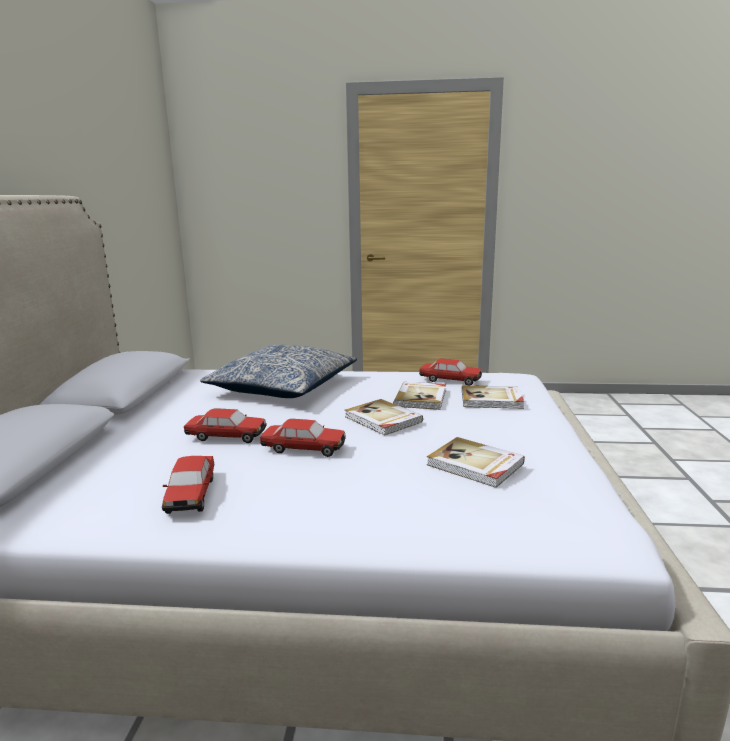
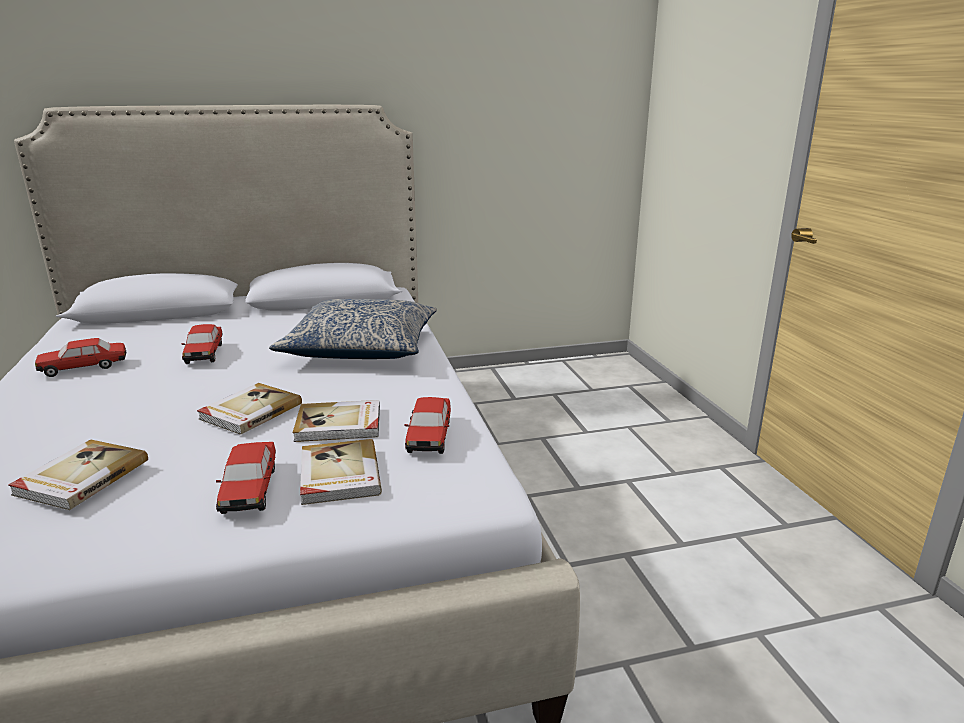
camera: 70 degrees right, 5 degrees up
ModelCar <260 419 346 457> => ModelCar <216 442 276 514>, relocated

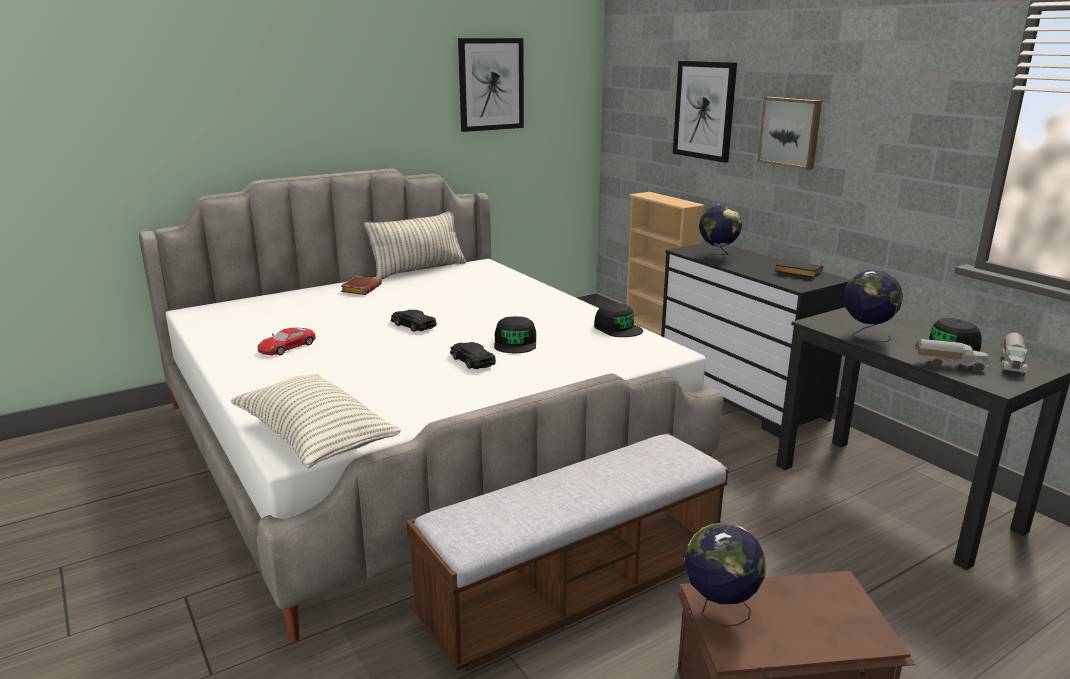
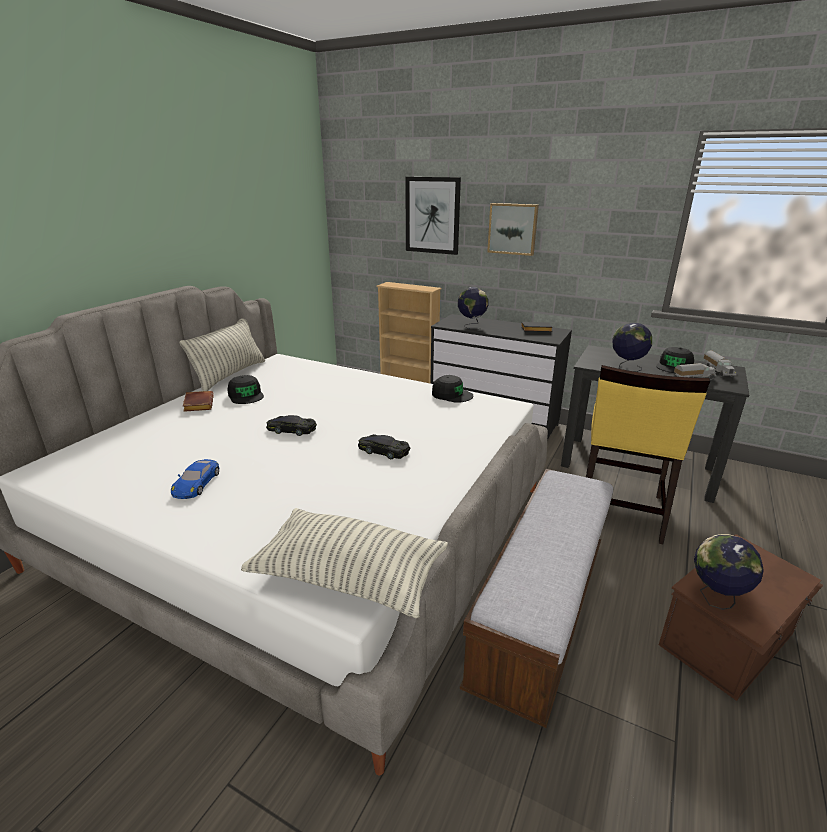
camera: 30 degrees left, 5 degrees up
WallPicture <458 38 524 132> => nothing
BlackCap <494 316 536 353> => BlackCap <227 375 264 404>, relocated
ReddishModelCar <257 328 316 355> => BluishModelCar <171 459 220 499>
nothing => YellowUprightChair <586 365 710 544>

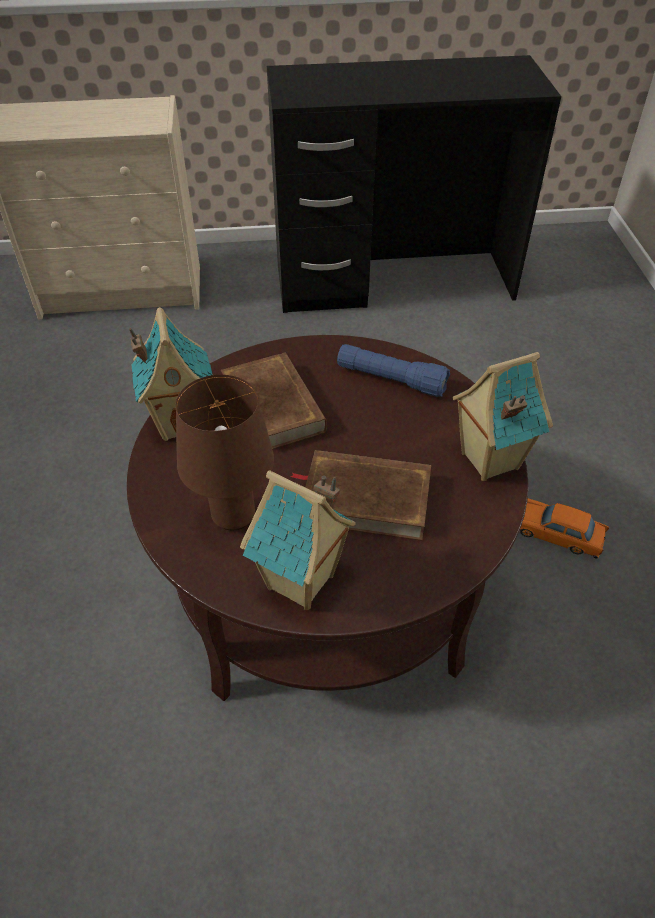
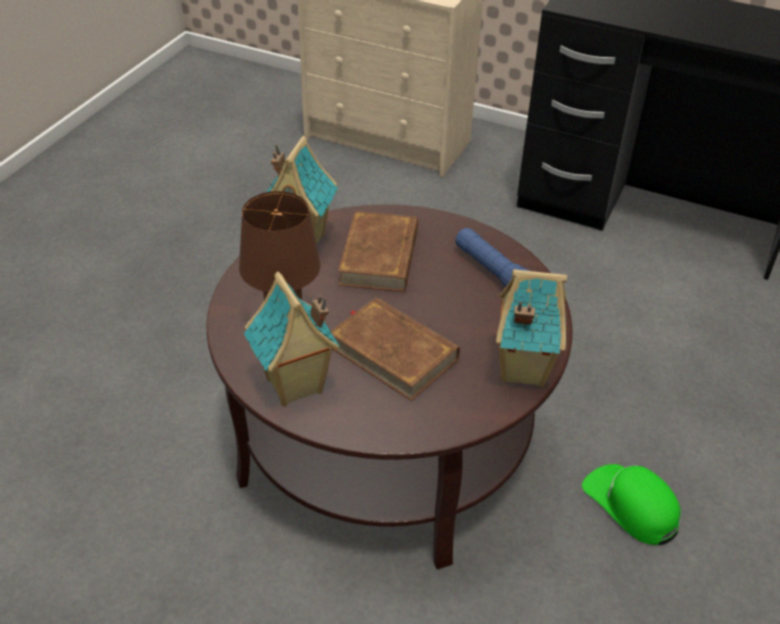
camera: 30 degrees right, 5 degrees down
OrangeyModelCar <520 499 609 559> => GreenColouredCap <582 464 680 545>

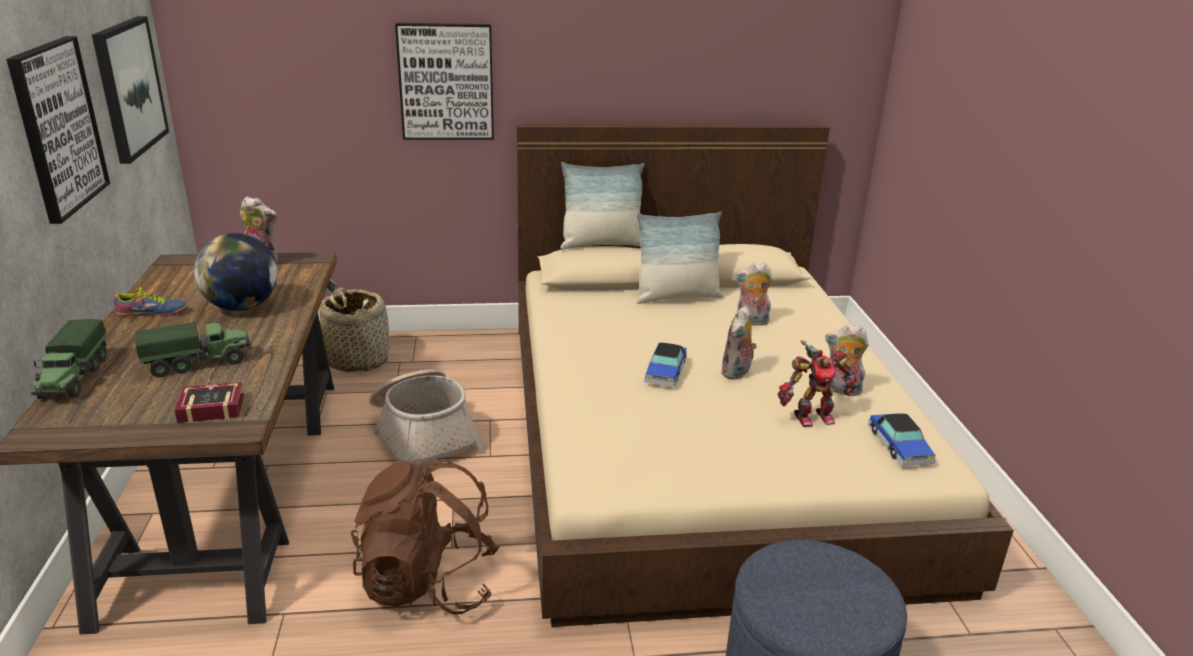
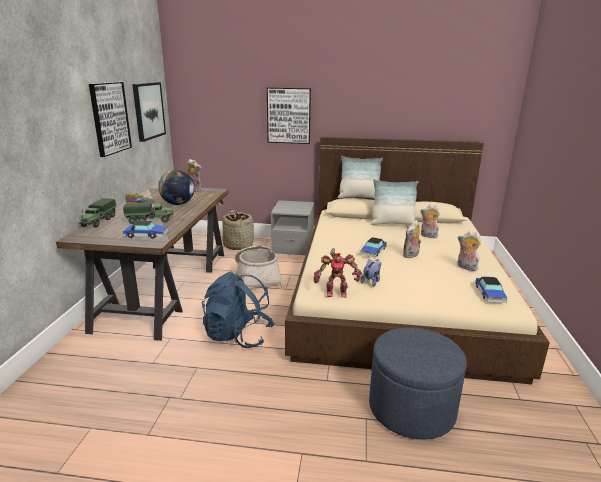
camera: 15 degrees right, 5 degrees down
RobotFigure <778 340 857 427> => RobotFigure <314 248 362 297>, relocated
Volume <175 382 244 423> => ModelCar <123 221 169 239>
BrownishRucksack <351 460 499 614> => BluishRucksack <202 271 275 348>
nothing => GreyBedsideTable <271 200 314 255>
nothing => CuddlyToy <360 259 381 287>

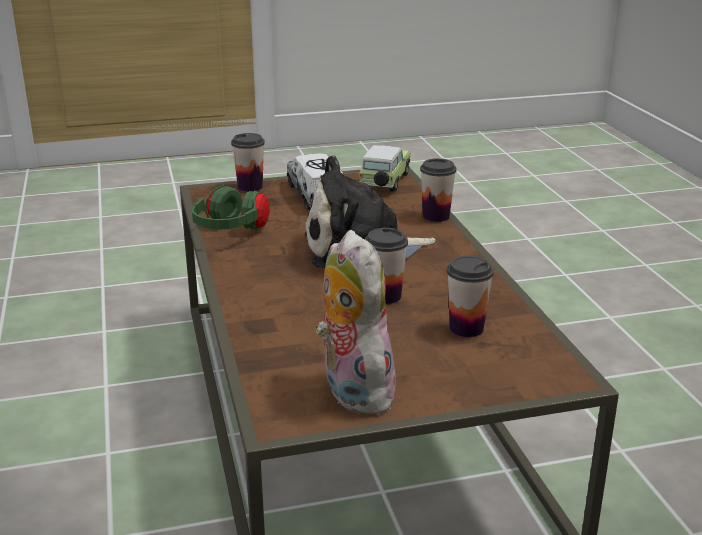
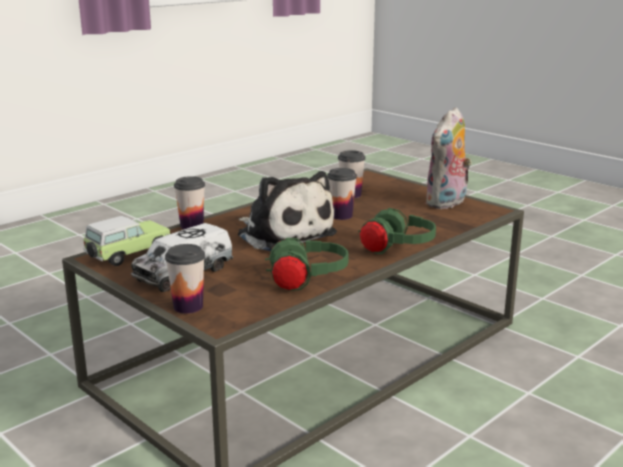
camera: 120 degrees left, 5 degrees down
ModelCar <359 145 411 192> => ModelCar <83 216 170 266>, 150 degrees clockwise
nothing => GreenColouredPairOfHeadphones <358 208 436 254>

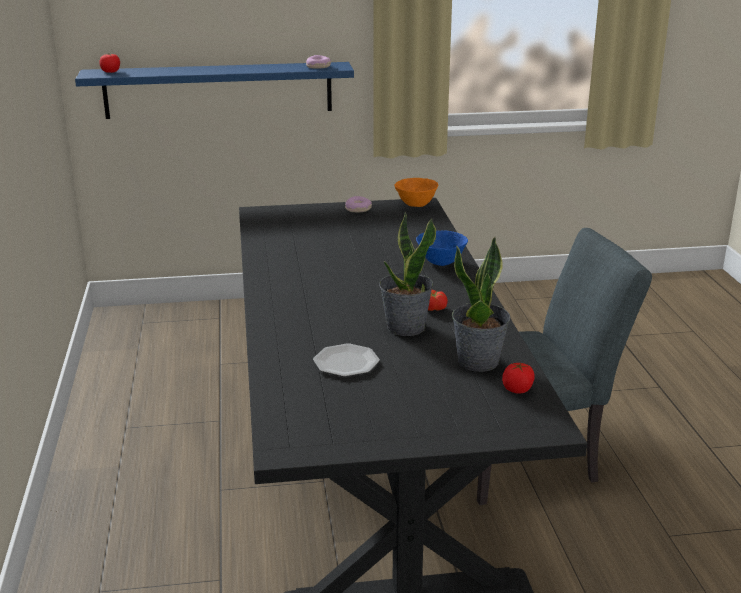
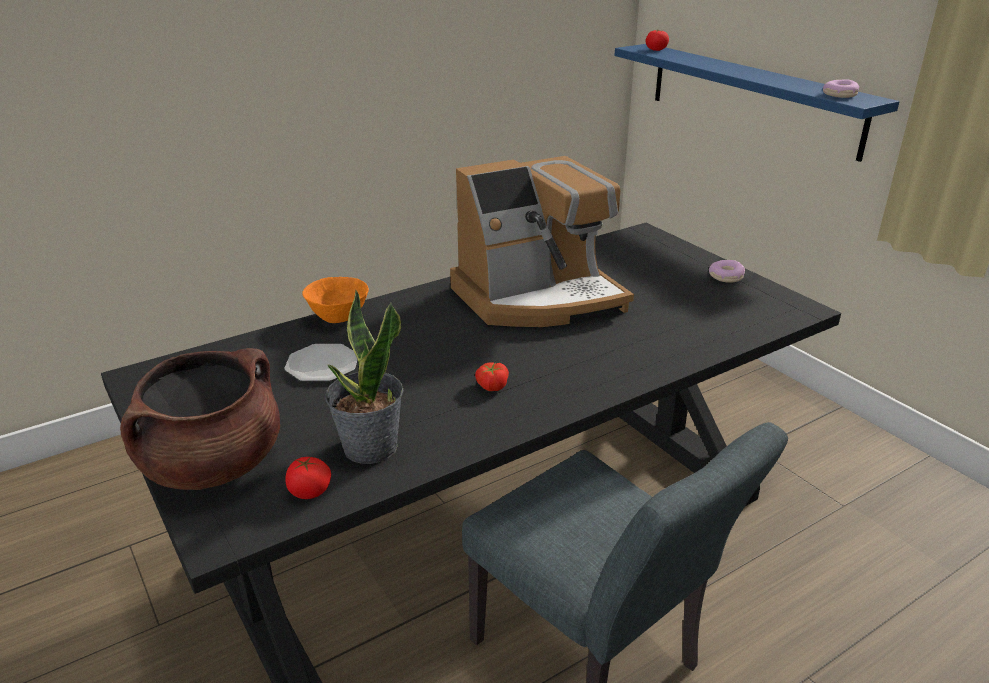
camera: 65 degrees right, 5 degrees up
OrangeyServingBowl <395 178 438 207> => OrangeyServingBowl <302 277 369 323>, relocated
PottedPlant <379 212 436 336> => nothing
BluishServingBowl <416 231 468 266> => nothing
nothing => CoffeeMachine <450 156 634 327>
nothing => BrownishSaucepot <120 348 280 490>

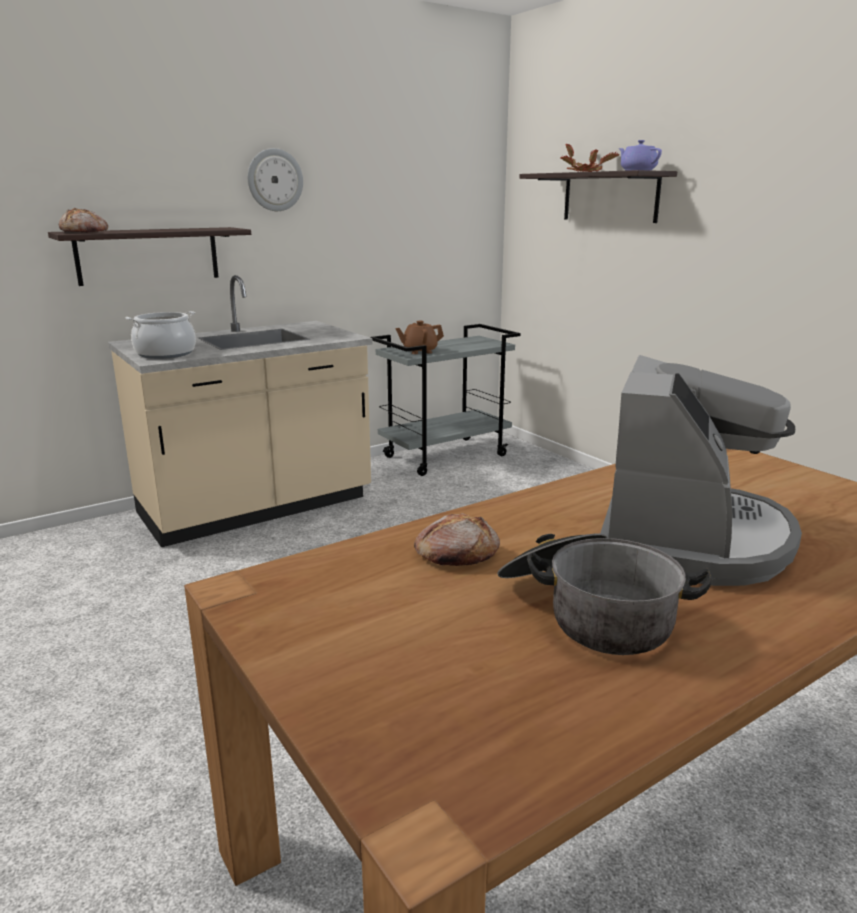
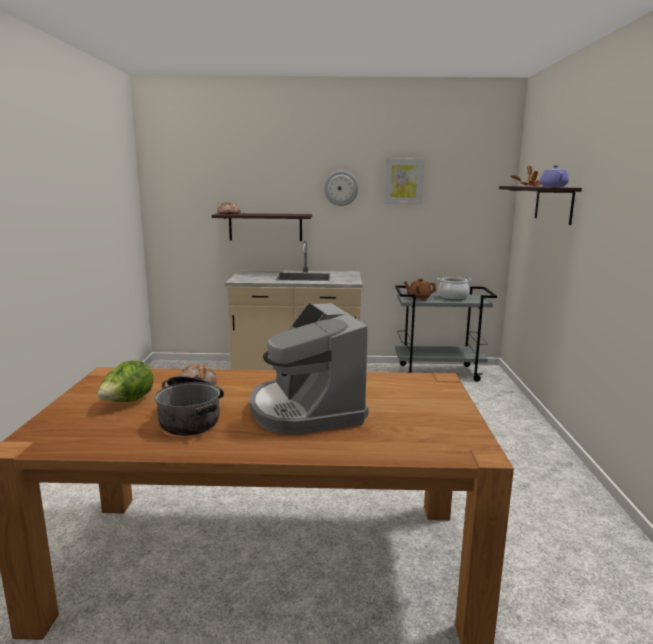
camera: 35 degrees right, 5 degrees down
Saucepot <126 311 196 359> => Saucepot <438 277 472 301>, relocated
CoffeeMachine <600 355 802 586> => CoffeeMachine <250 303 369 435>, 105 degrees clockwise
nothing => WallPicture <384 158 424 204>
nothing => Lettuce <97 360 154 402>

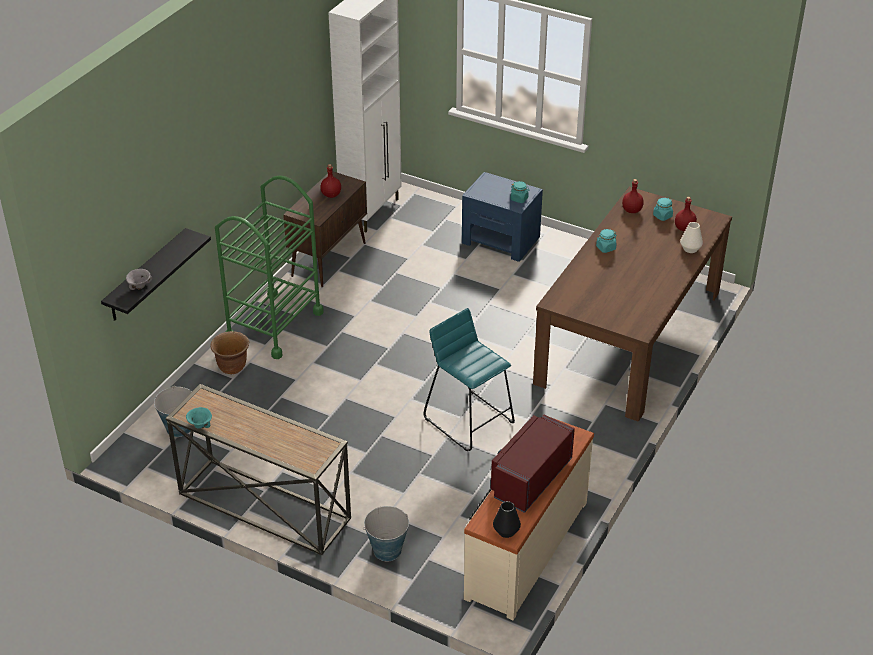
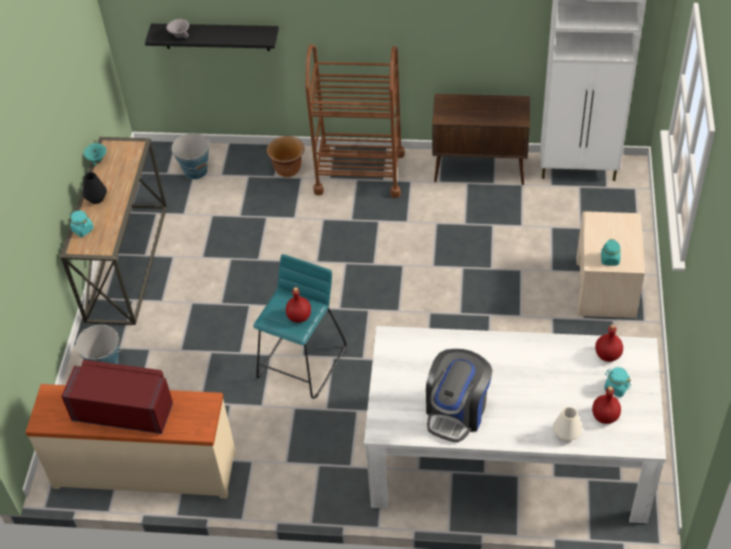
camera: 70 degrees right, 10 degrees up
ReddishBeverageBottle <320 164 341 198> => ReddishBeverageBottle <286 287 311 323>, relocated
BluishBedsideTable <462 172 543 262> => BeigeColouredBedsideTable <577 211 645 318>
GreenColouredCart <215 175 324 359> => BrownishCart <305 44 405 198>
BrownishDinnerTable <533 187 732 422> => WhiteColouredDinnerTable <364 326 666 523>
TurquoiseJar <596 229 616 253> => TurquoiseJar <70 211 94 237>, relocated
BlackFlowerVase <493 501 521 538> => BlackFlowerVase <83 172 107 204>, relocated
nothing => CoffeeMachine <426 349 492 442>

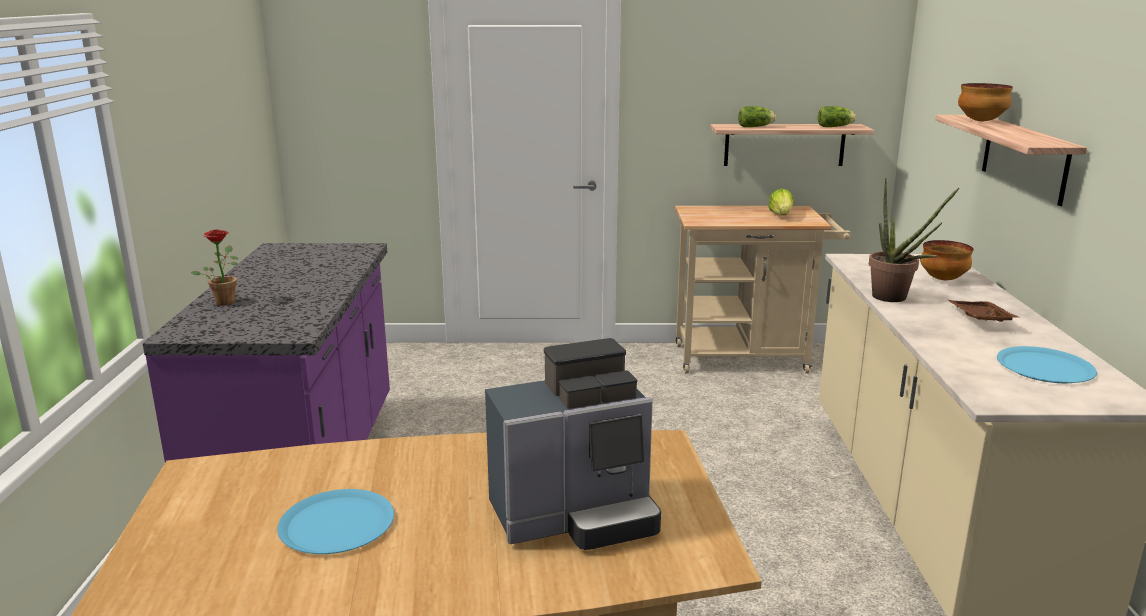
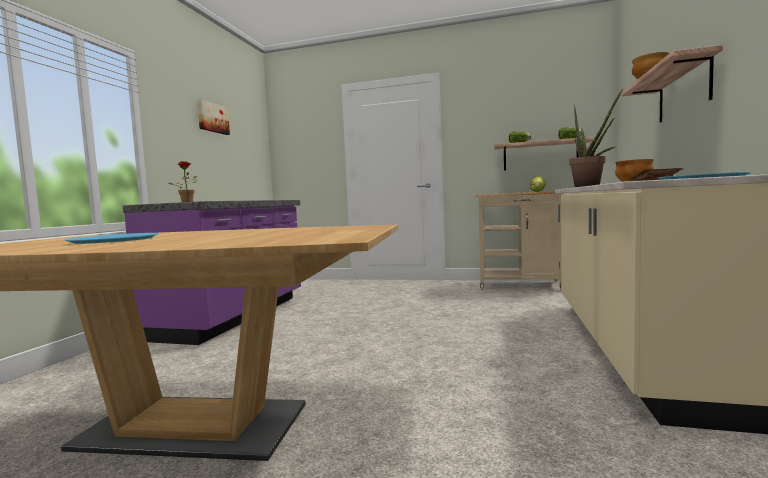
camera: 15 degrees right, 15 degrees down
CoffeeMachine <485 338 661 550> => nothing
nothing => WallPicture <197 99 230 135>

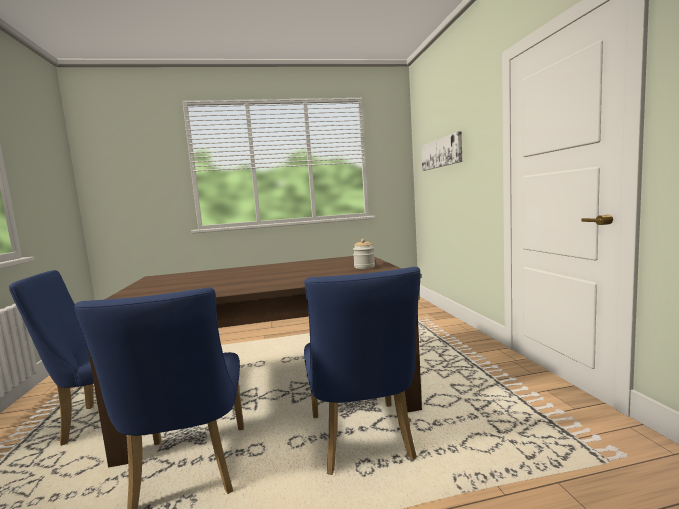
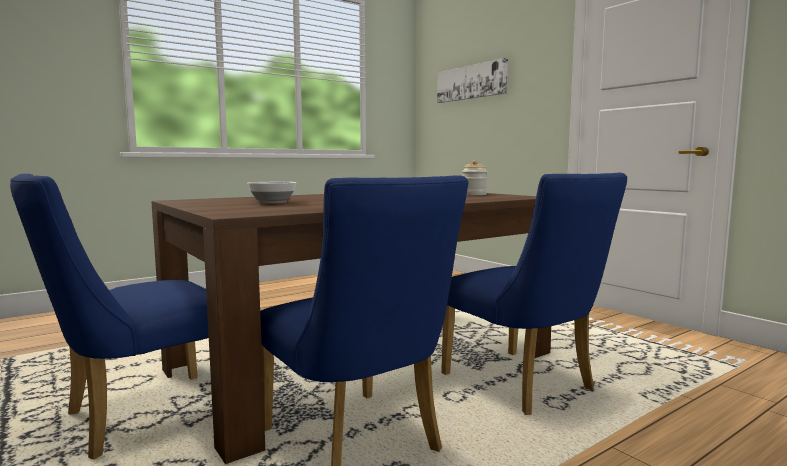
camera: 25 degrees left, 0 degrees up
nothing => ServingBowl <247 182 297 204>

